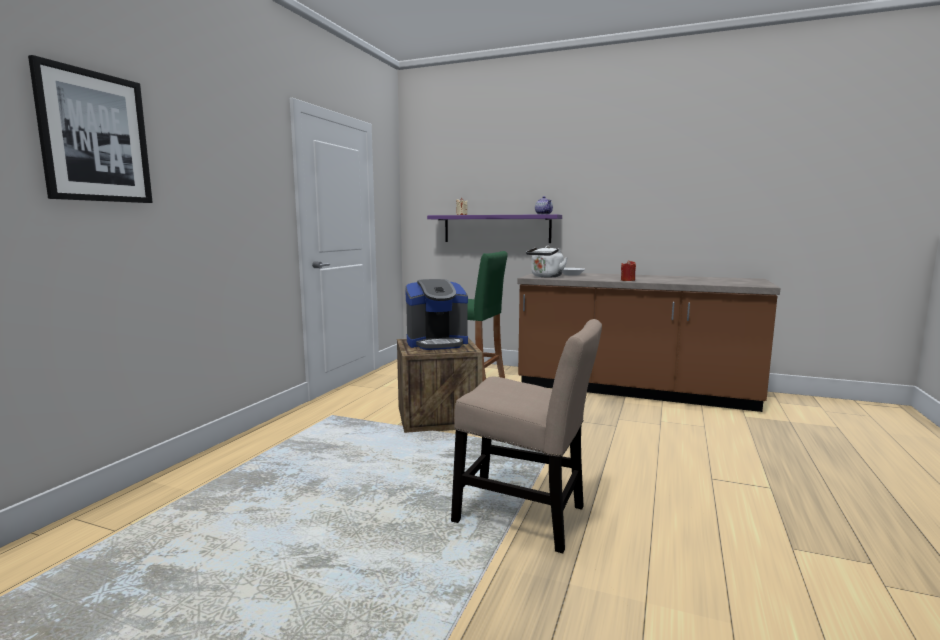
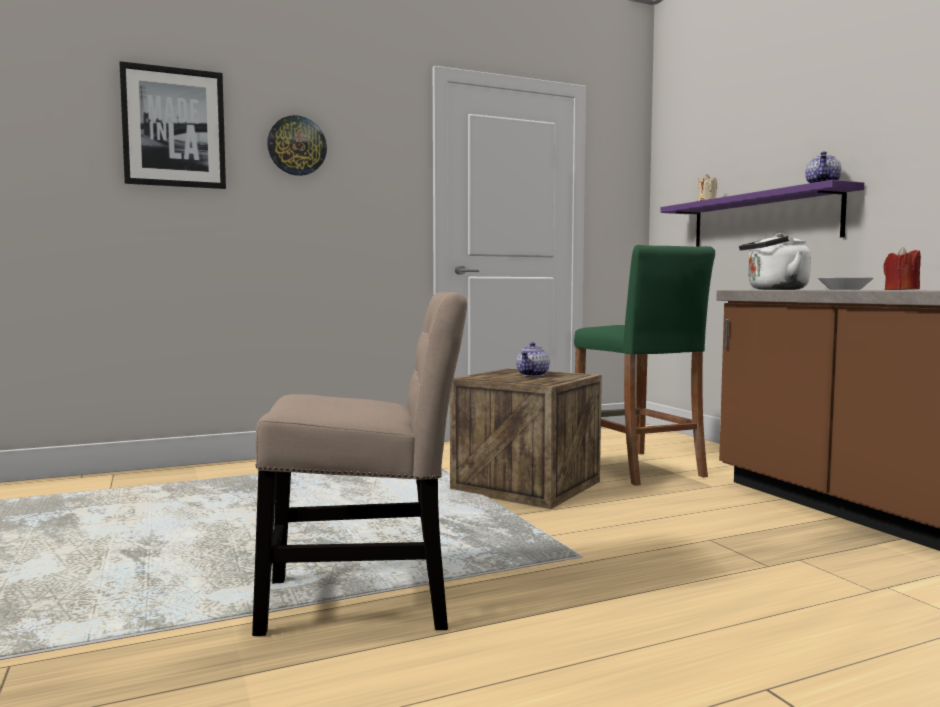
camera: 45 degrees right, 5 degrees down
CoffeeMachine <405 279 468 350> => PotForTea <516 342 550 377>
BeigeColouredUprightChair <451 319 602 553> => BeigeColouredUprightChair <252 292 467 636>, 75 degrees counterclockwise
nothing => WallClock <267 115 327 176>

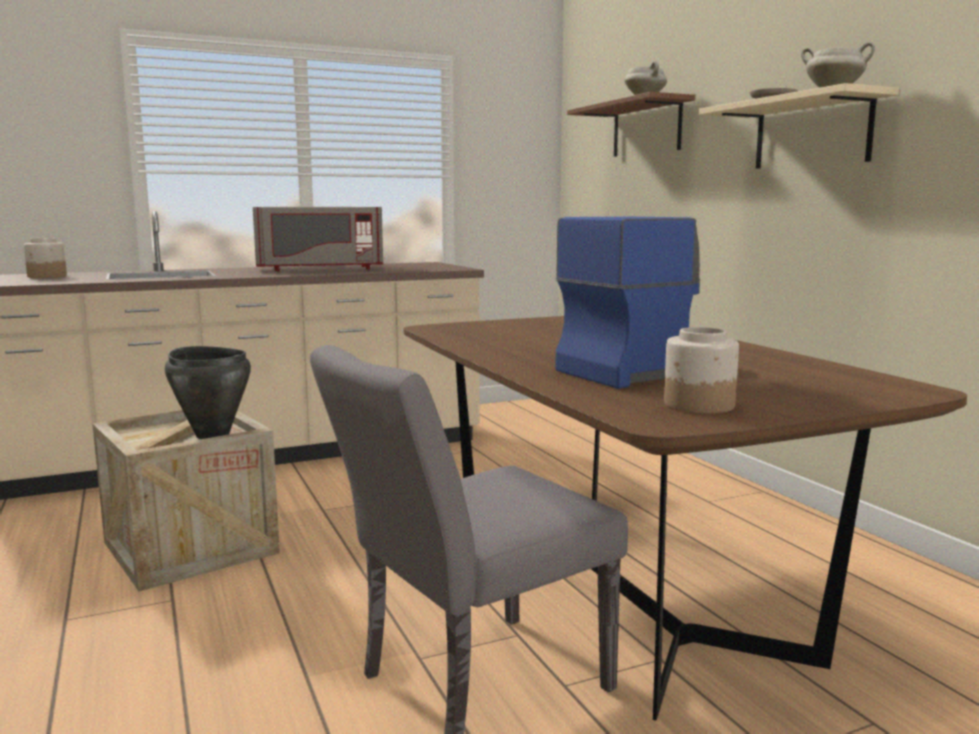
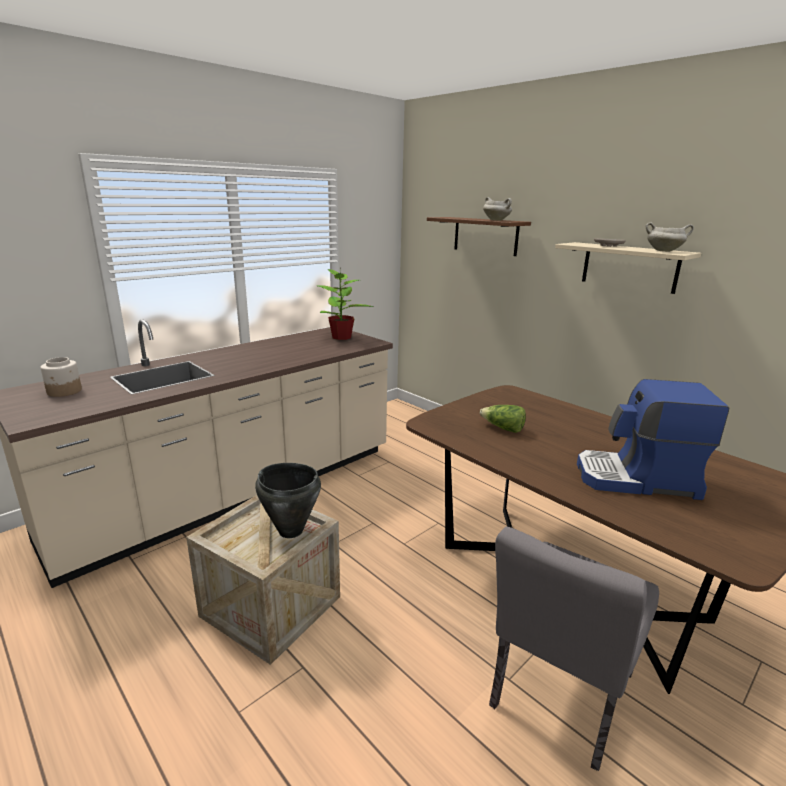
camera: 20 degrees left, 10 degrees up
GreyMicrowaveOven <253 207 383 271> => nothing
CoffeeMachine <555 217 700 389> => CoffeeMachine <577 379 729 500>, 120 degrees counterclockwise
Jar <664 327 739 414> => nothing
nothing => PottedPlant <317 266 373 340>
nothing => Lettuce <480 405 526 433>

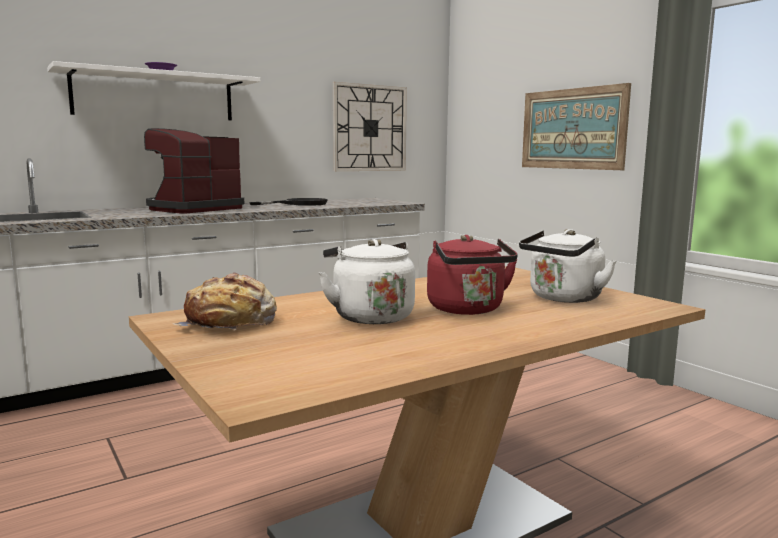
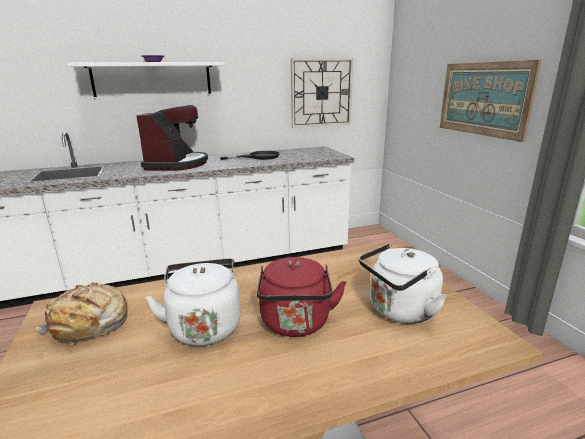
camera: 15 degrees right, 10 degrees up
CoffeeMachine <144 128 244 213> => CoffeeMachine <136 105 208 171>, 135 degrees clockwise

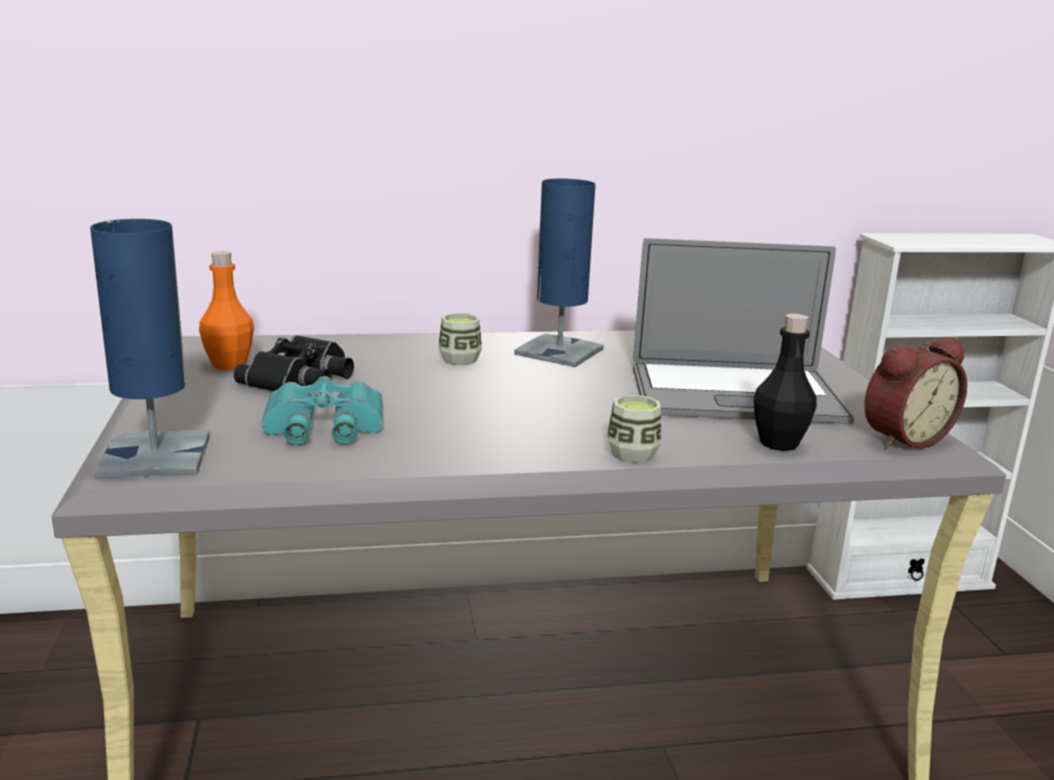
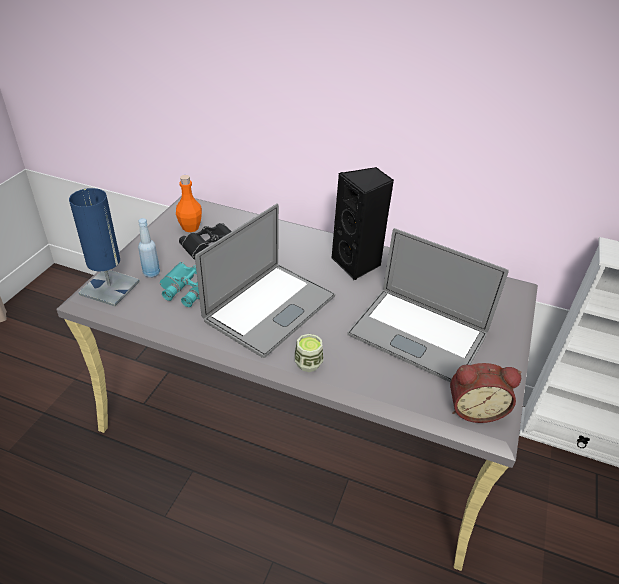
camera: 30 degrees right, 20 degrees up
BluishTabletopLamp <514 178 604 367> => BlackLoudspeaker <331 167 394 280>
Cup <438 313 482 365> => nothing
BlackBeverageBottle <754 314 817 451> => nothing
nothing => PortableComputer <195 203 335 358>
nothing => BluishBeverageBottle <138 218 160 278>

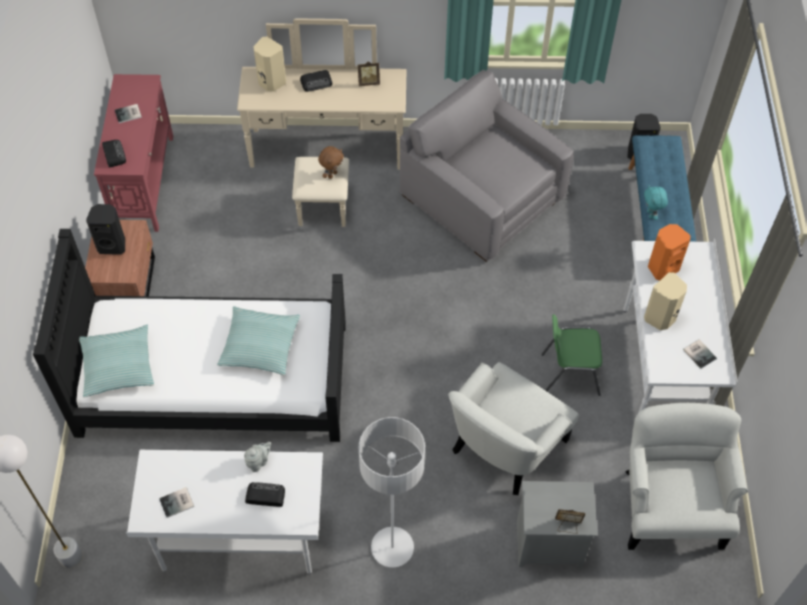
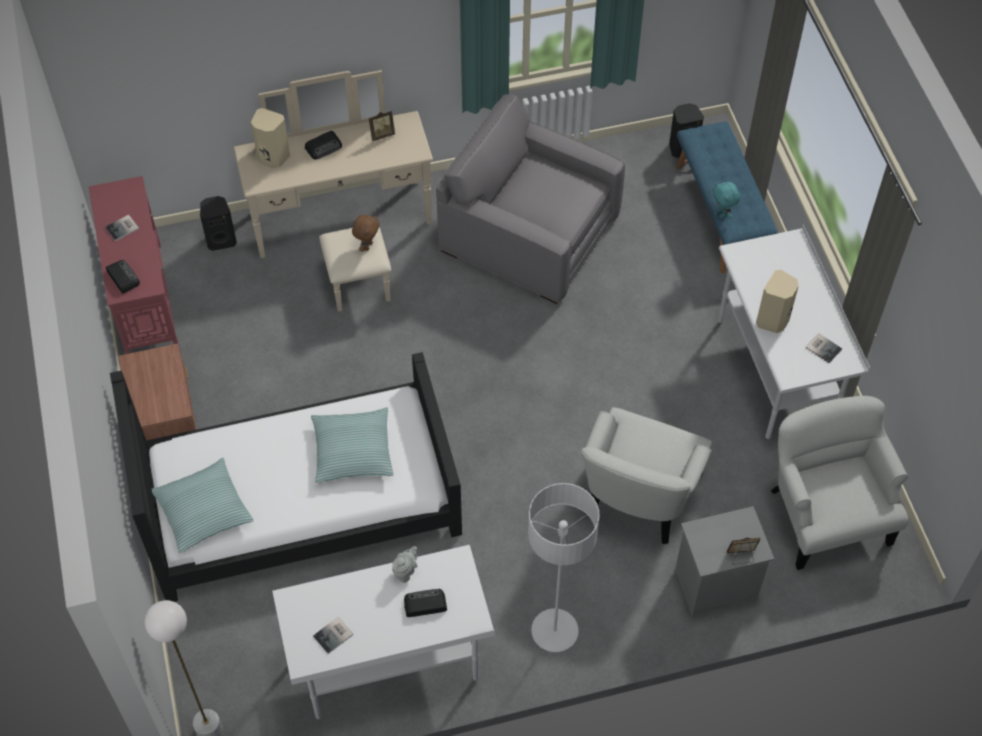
camera: 15 degrees left, 0 degrees up
BlackLoudspeaker <86 204 125 255> => BlackLoudspeaker <200 196 237 251>, relocated
OrangeyLoudspeaker <648 224 690 280> => nothing
GreenColouredUprightChair <541 315 602 396> => nothing

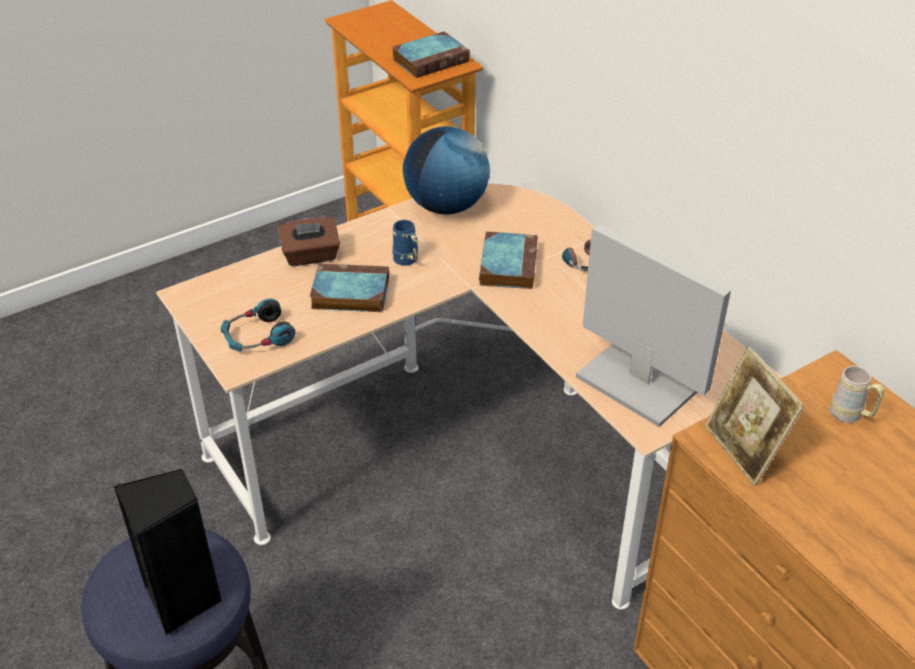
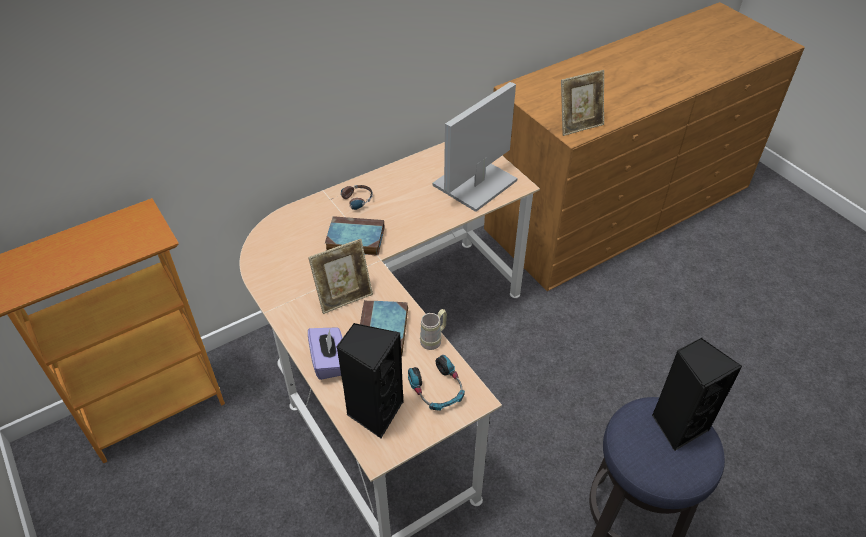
camera: 90 degrees left, 5 degrees up
Volume <392 32 470 78> => nothing
WorldGlobe <403 126 490 215> => nothing
BrownishBoxOfTissues <277 217 340 266> => PurpleBoxOfTissues <308 327 343 380>
BluishMug <393 220 418 266> => PhotoFrame <308 239 373 314>
BeigeColouredMug <829 366 884 423> => BeigeColouredMug <420 309 447 350>, relocated
nothing => BlackLoudspeaker <336 322 404 439>

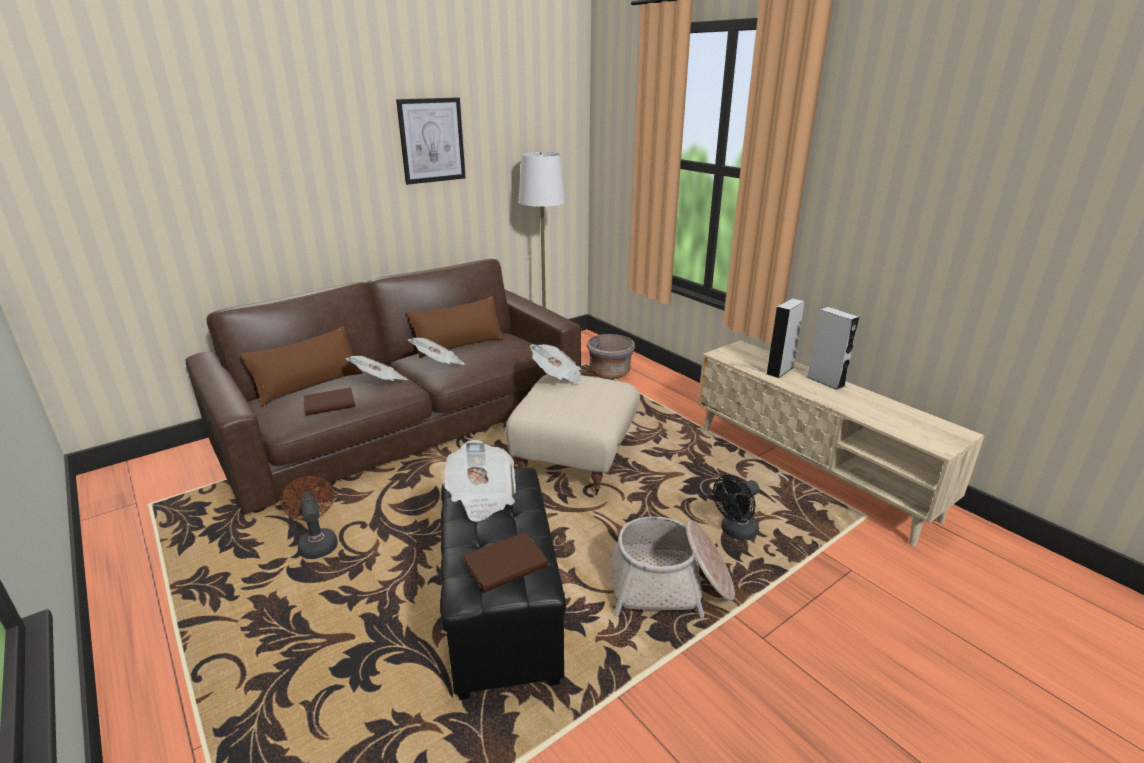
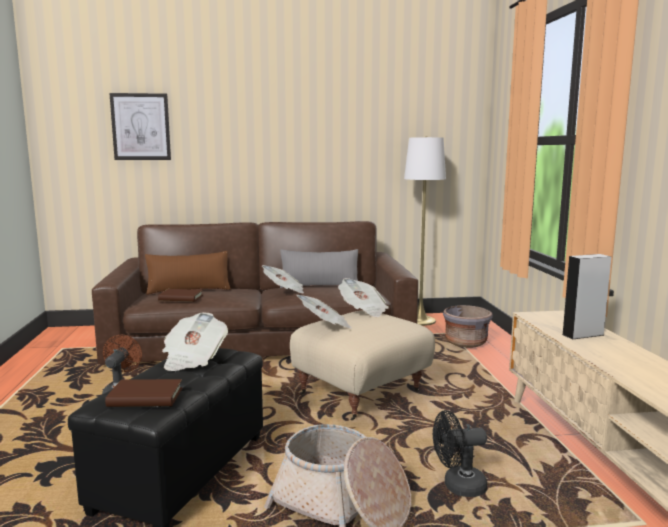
camera: 30 degrees right, 15 degrees down
WallPicture <396 97 466 185> => WallPicture <109 93 171 160>, relocated
BrownishThrowPillow <407 296 505 358> => GreyThrowPillow <280 249 358 288>
GreyLoudspeaker <807 307 859 390> => nothing
Newspaper <345 356 408 381> => Newspaper <296 295 353 329>, relocated

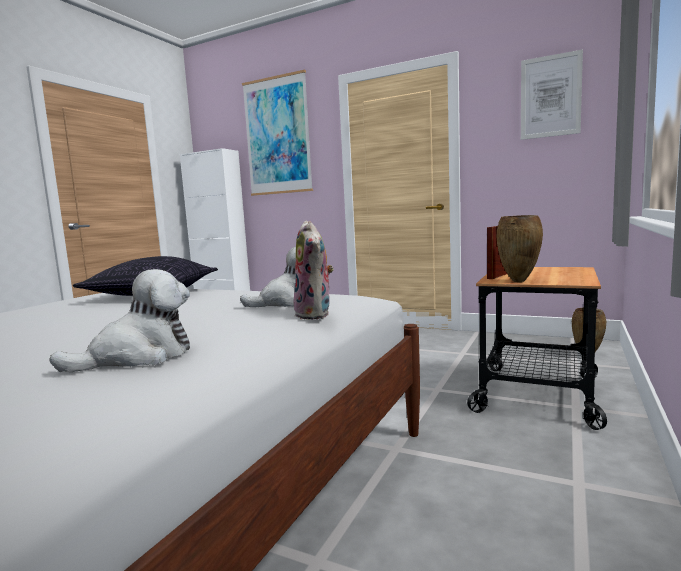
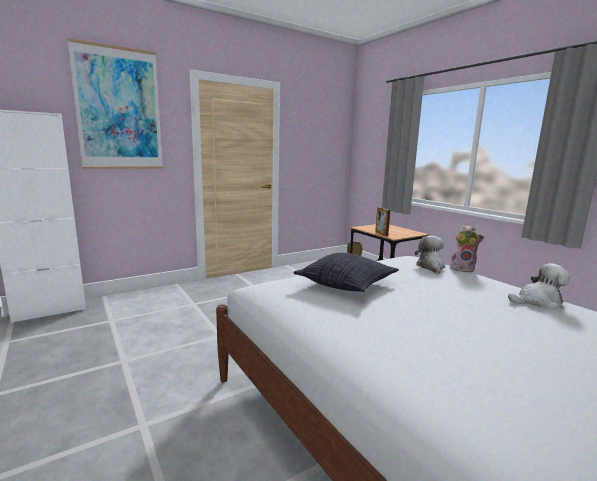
camera: 60 degrees left, 5 degrees up
WallPicture <521 49 583 140> => nothing
BrownishFlowerVase <497 215 543 282> => nothing
CuddlyToy <49 269 190 372> => CuddlyToy <508 263 570 309>, 90 degrees clockwise

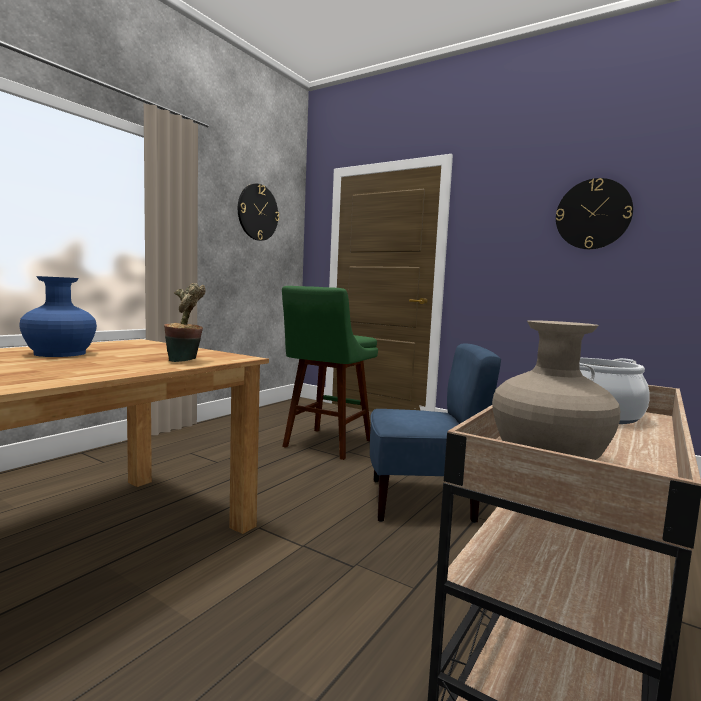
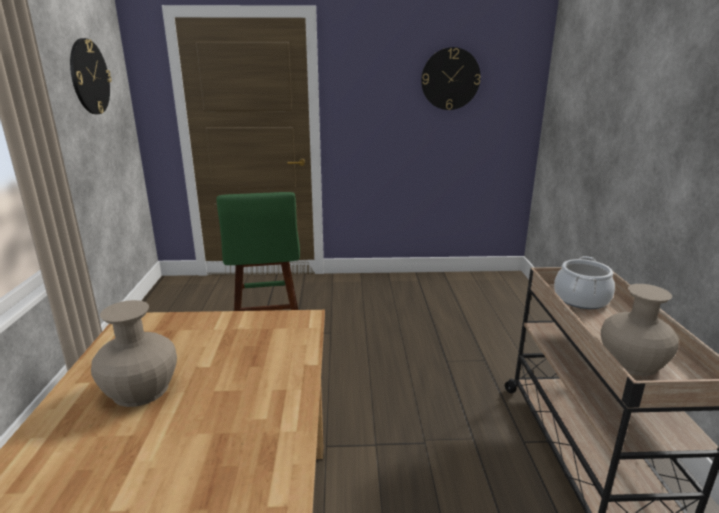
camera: 35 degrees left, 15 degrees up
BluishFlowerVase <19 276 97 357> => BeigeColouredFlowerVase <91 300 177 407>
PottedPlant <164 283 205 362> => nothing
BluishUprightChair <370 343 501 523> => nothing

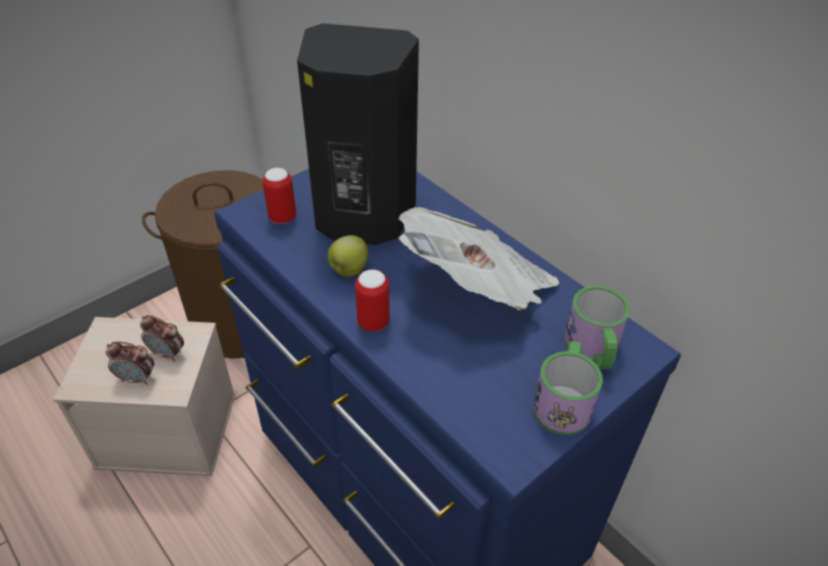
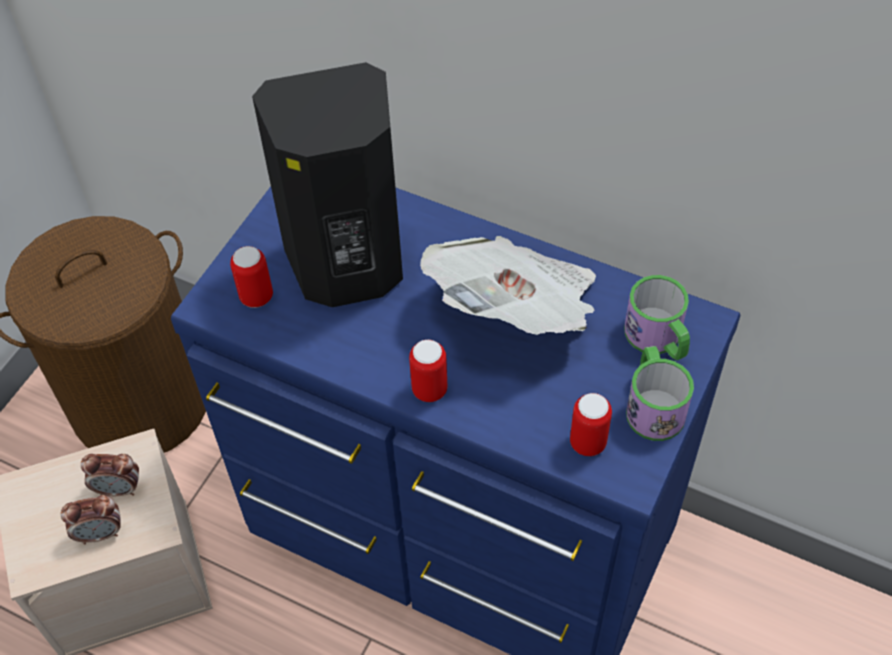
camera: 20 degrees left, 10 degrees up
AppleFruit <328 235 369 277> => nothing
nothing => MetalCan <570 393 612 456>

